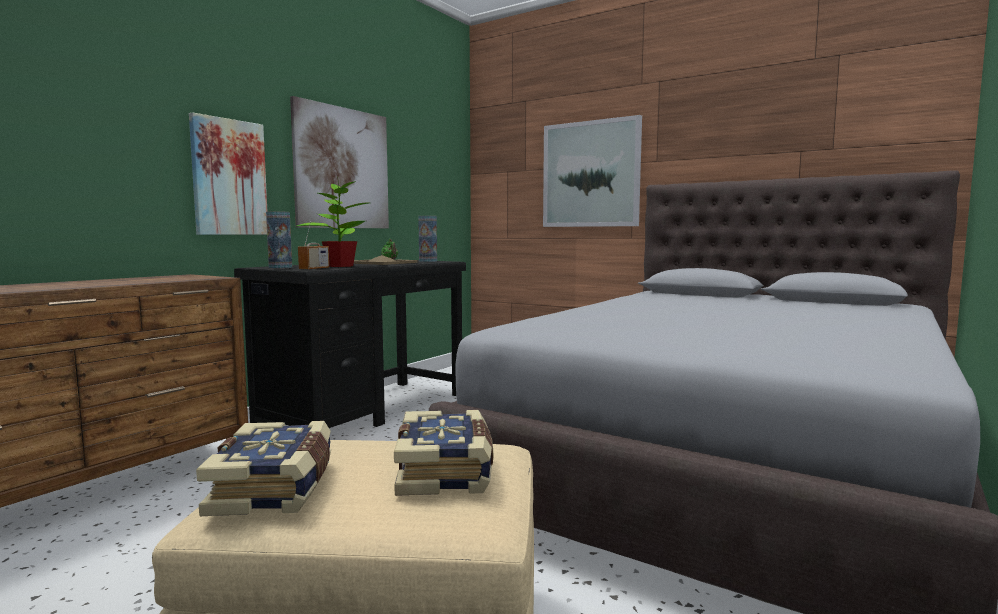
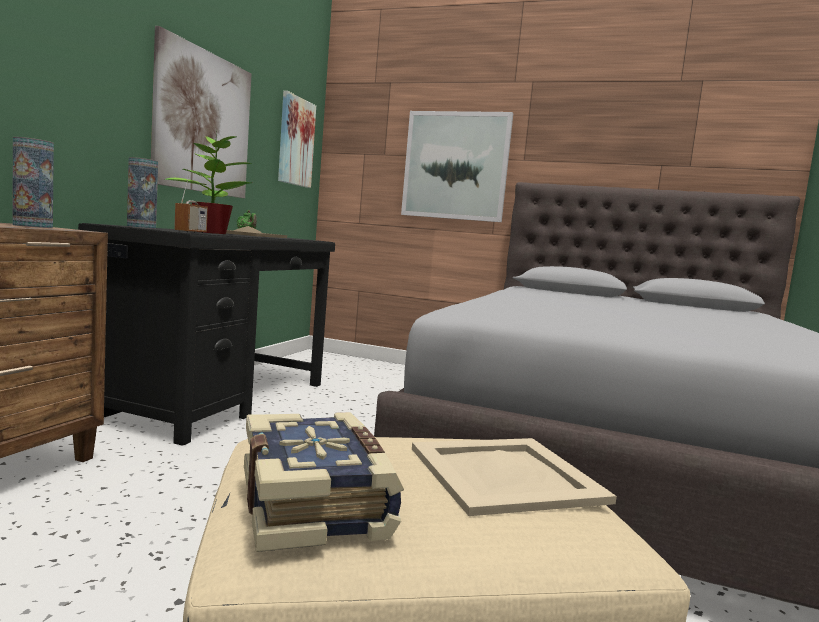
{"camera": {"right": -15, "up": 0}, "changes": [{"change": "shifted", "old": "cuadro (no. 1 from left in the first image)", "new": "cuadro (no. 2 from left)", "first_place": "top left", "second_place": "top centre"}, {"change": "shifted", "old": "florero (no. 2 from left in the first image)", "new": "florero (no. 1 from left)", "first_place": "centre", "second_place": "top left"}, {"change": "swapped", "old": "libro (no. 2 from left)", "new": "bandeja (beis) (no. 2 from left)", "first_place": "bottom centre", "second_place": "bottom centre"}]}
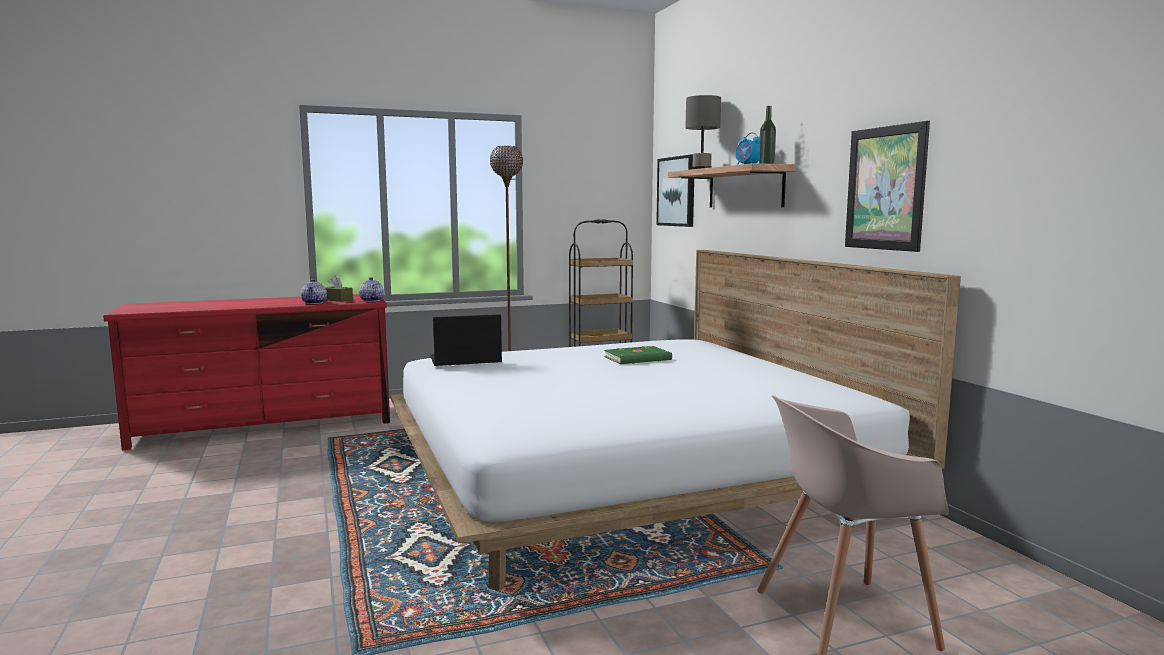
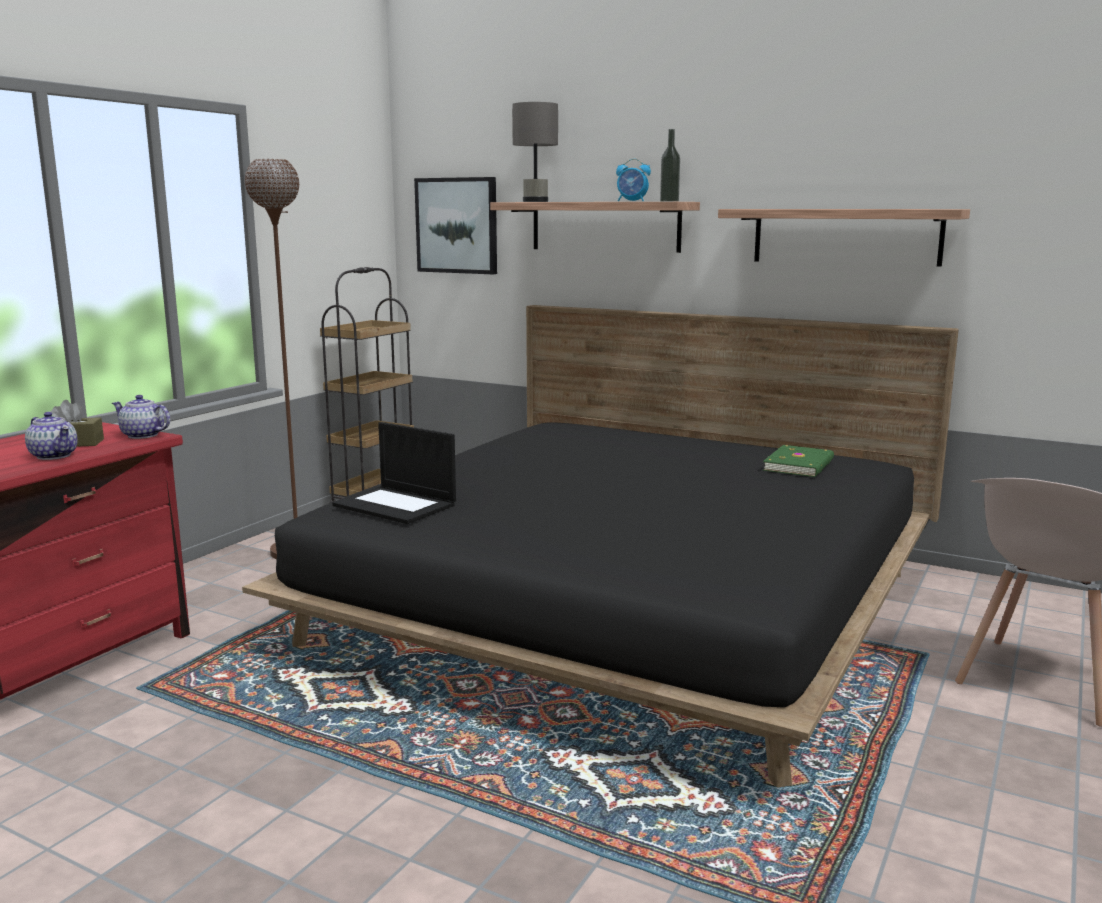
{"camera": {"right": -40, "up": 5}, "changes": [{"change": "shifted", "old": "libro (verde)", "first_place": "centre", "second_place": "middle right"}, {"change": "swapped", "old": "cuadro (no. 2 from left)", "new": "estante (no. 2 from left)", "first_place": "top right", "second_place": "top right"}, {"change": "repainted", "old": "cama (blanco)", "new": "cama (negro)", "first_place": "centre", "second_place": "centre"}, {"change": "rotated", "old": "portátil", "first_place": "centre", "second_place": "centre", "degrees": -90}]}
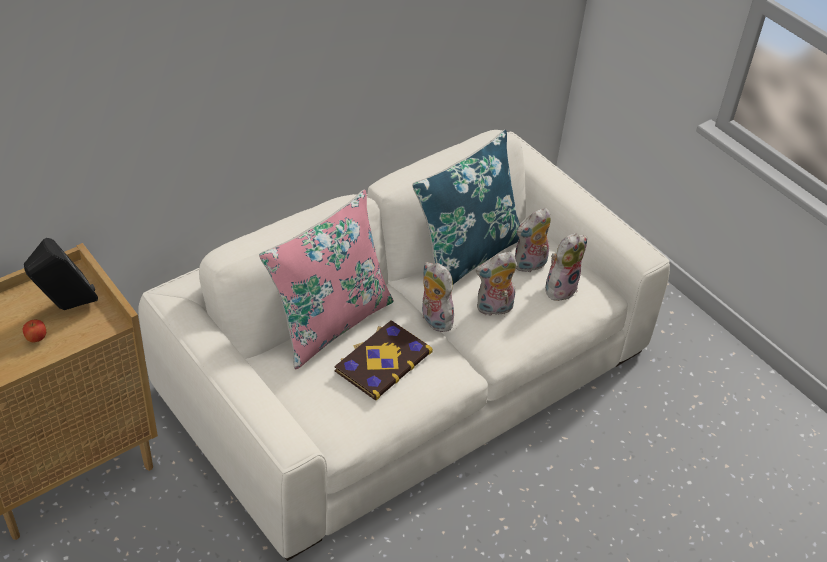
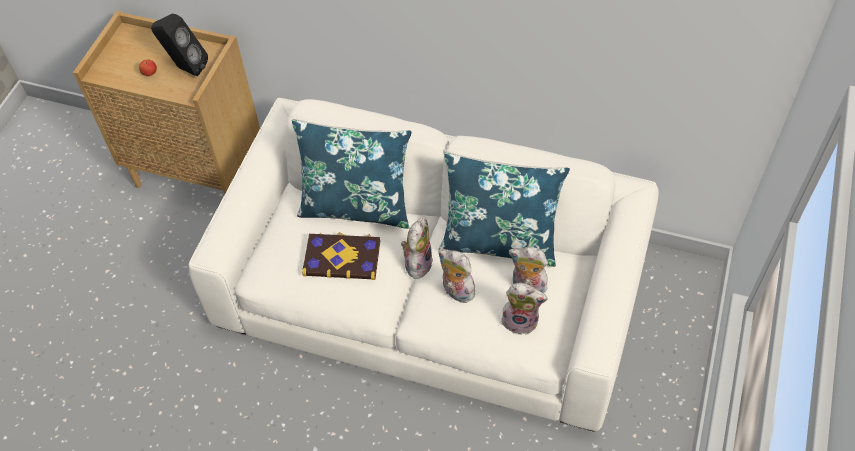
{"camera": {"right": 60, "up": 10}, "changes": [{"change": "repainted", "old": "cojín (rosa)", "new": "cojín (azul) (no. 1 from left)", "first_place": "centre", "second_place": "centre"}]}
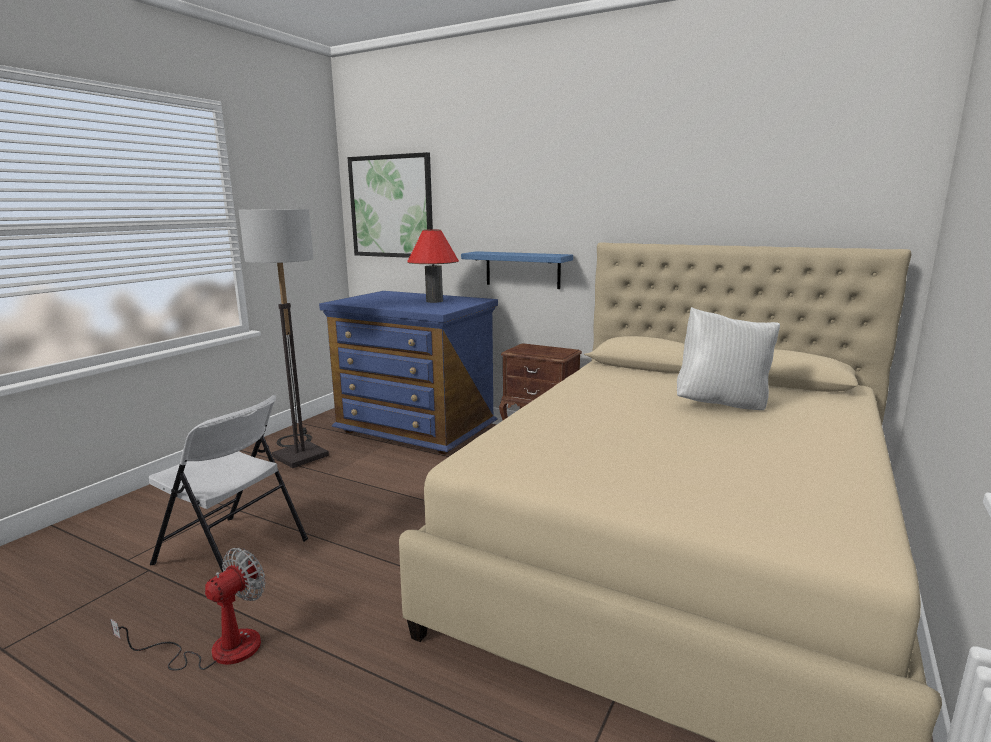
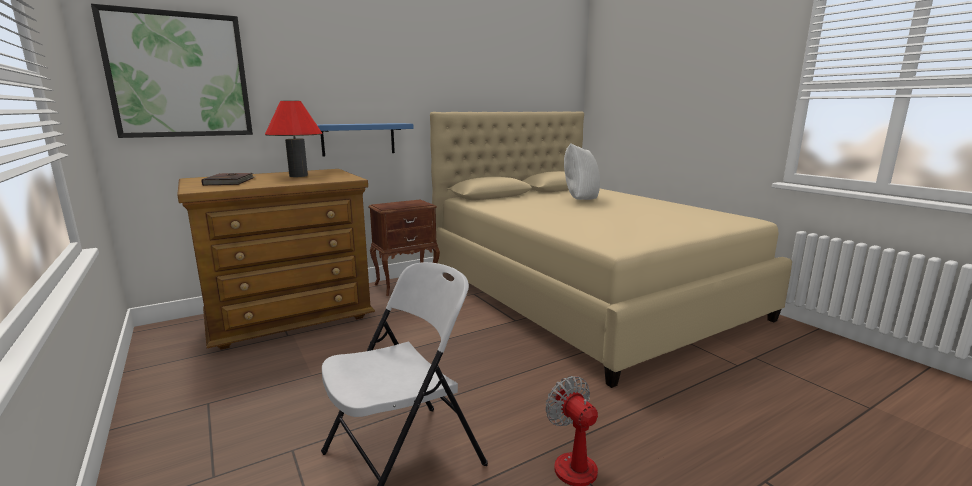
{"camera": {"right": -60, "up": 0}, "changes": [{"change": "gone", "old": "lámpara de pie", "first_place": "middle left"}, {"change": "new", "new": "libro (marrón)", "second_place": "middle left"}, {"change": "repainted", "old": "cómoda (azul)", "new": "cómoda (marrón)", "first_place": "centre", "second_place": "middle left"}]}
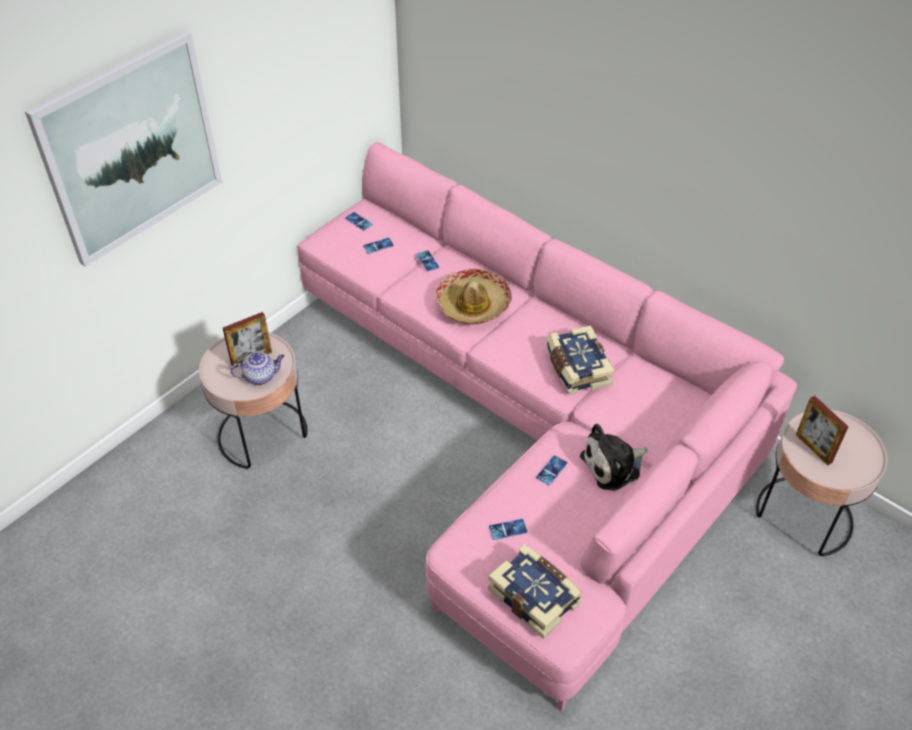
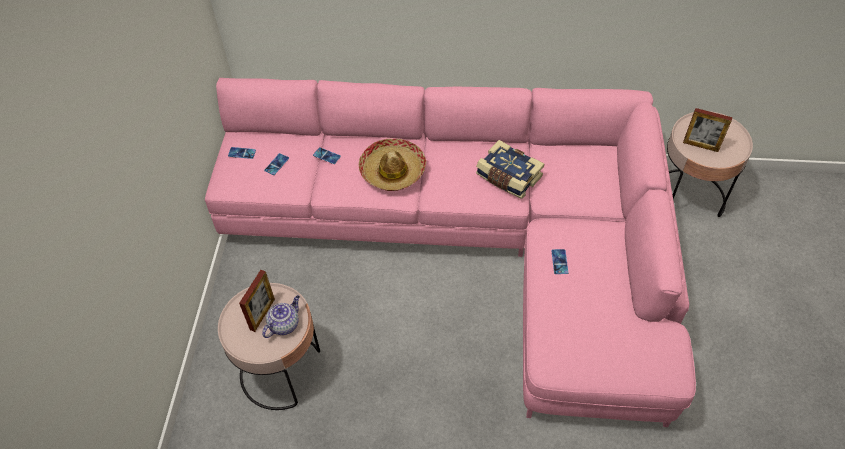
{"camera": {"right": -35, "up": 5}, "changes": [{"change": "gone", "old": "cuadro", "first_place": "top left"}, {"change": "gone", "old": "libro (no. 1 from left)", "first_place": "bottom centre"}, {"change": "gone", "old": "móvil (no. 4 from left)", "first_place": "bottom centre"}, {"change": "gone", "old": "peluche", "first_place": "middle right"}]}
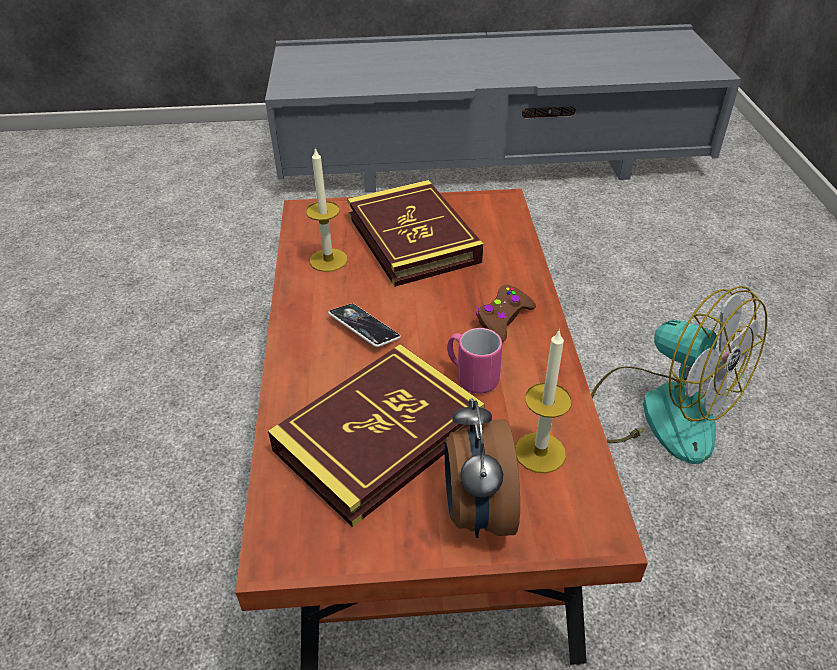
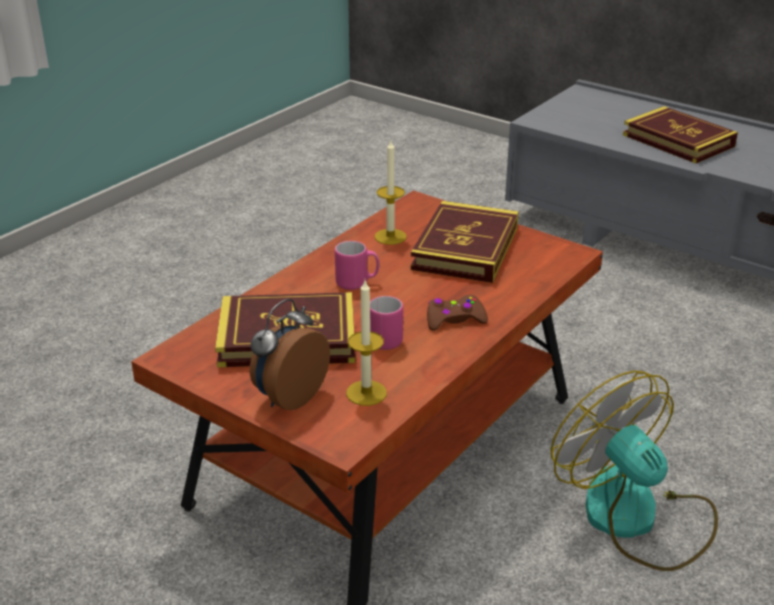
{"camera": {"right": 40, "up": -10}, "changes": [{"change": "new", "new": "libro (no. 3 from left)", "second_place": "top right"}, {"change": "swapped", "old": "móvil", "new": "taza grande (rosa) (no. 1 from left)", "first_place": "centre", "second_place": "centre"}, {"change": "rotated", "old": "ventilador", "first_place": "middle right", "second_place": "bottom right", "degrees": 150}]}
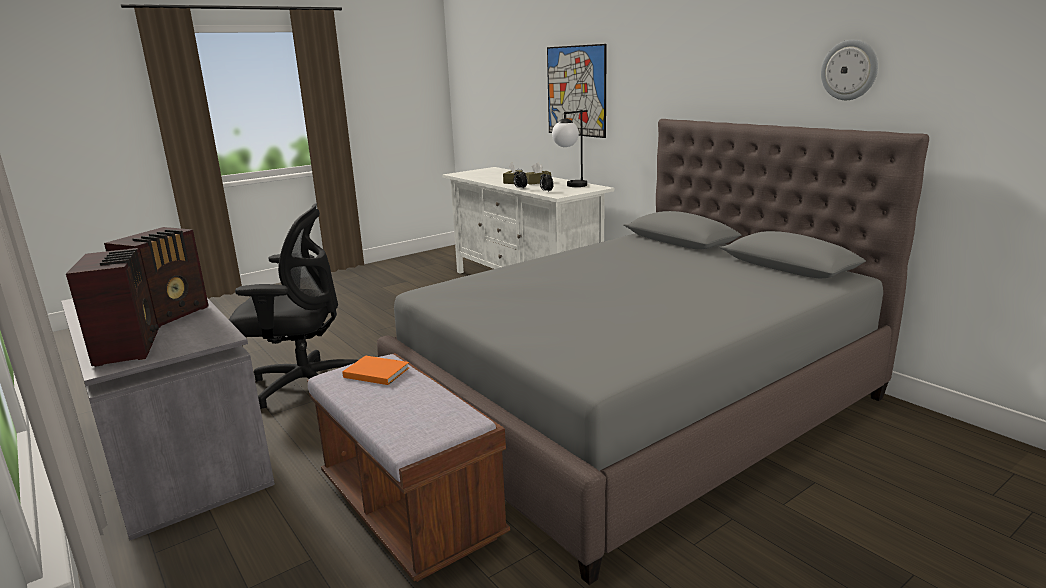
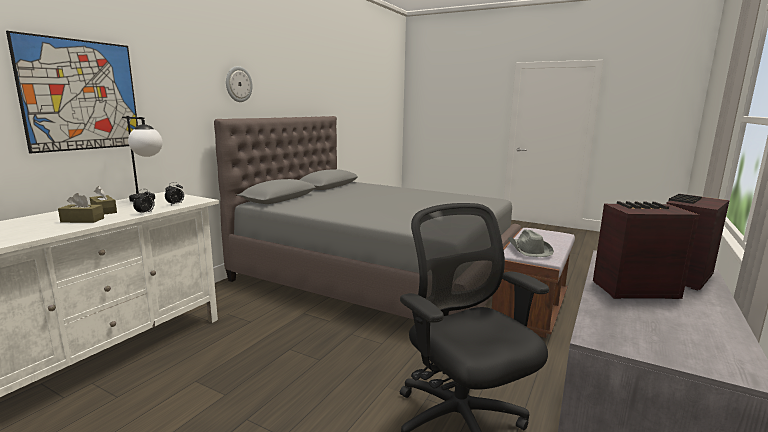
{"camera": {"right": -115, "up": -5}, "changes": [{"change": "shifted", "old": "reloj de pared", "first_place": "top right", "second_place": "top left"}, {"change": "swapped", "old": "libro (naranja)", "new": "sombrero (gris)", "first_place": "centre", "second_place": "middle right"}]}
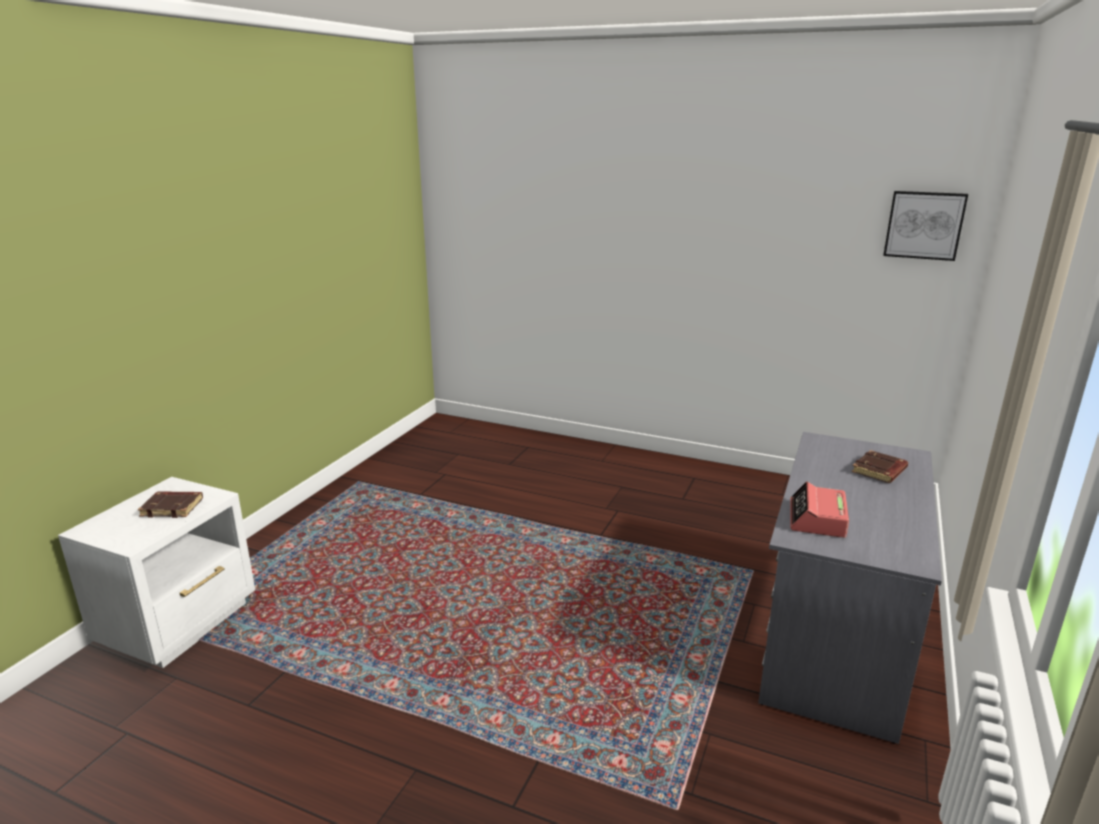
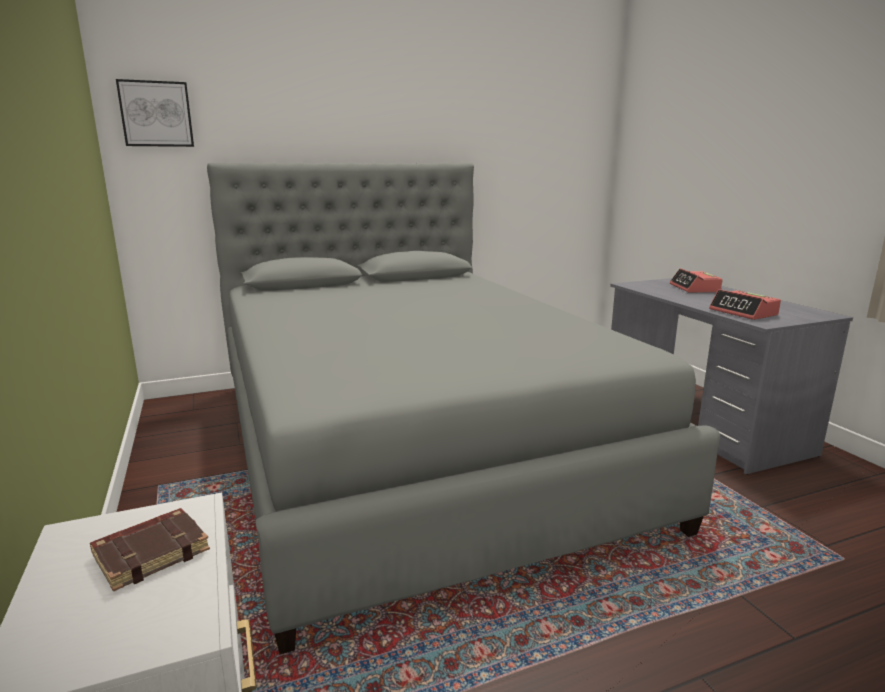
{"camera": {"right": -45, "up": -5}, "changes": [{"change": "new", "new": "cama (gris)", "second_place": "centre"}, {"change": "shifted", "old": "cuadro", "first_place": "top right", "second_place": "top left"}, {"change": "swapped", "old": "libro (marrón) (no. 2 from left)", "new": "despertador (no. 1 from left)", "first_place": "middle right", "second_place": "middle right"}]}
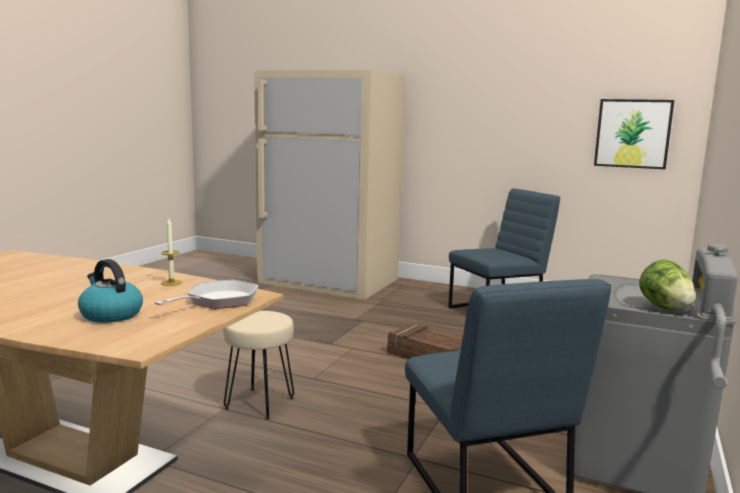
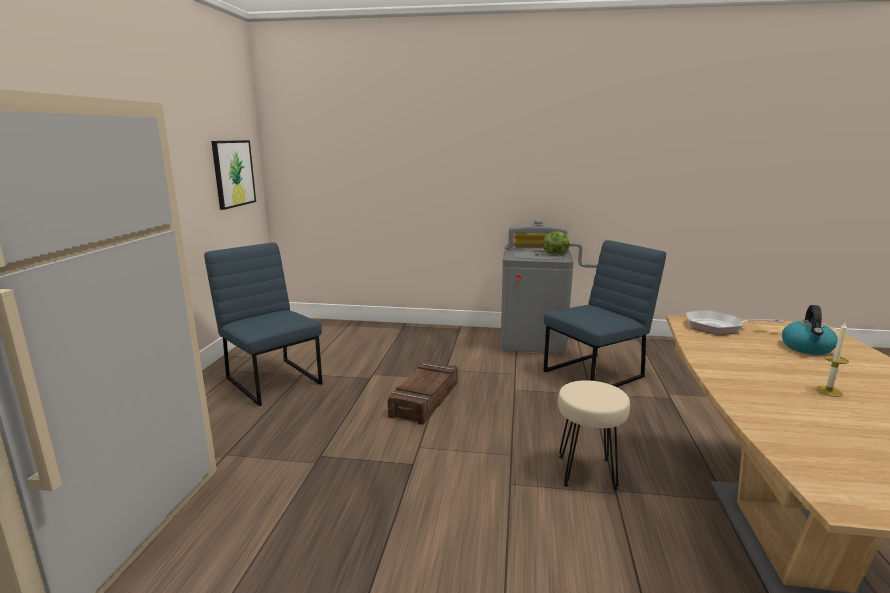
{"camera": {"right": -105, "up": 5}, "changes": [{"change": "shifted", "old": "vela", "first_place": "middle left", "second_place": "middle right"}]}
